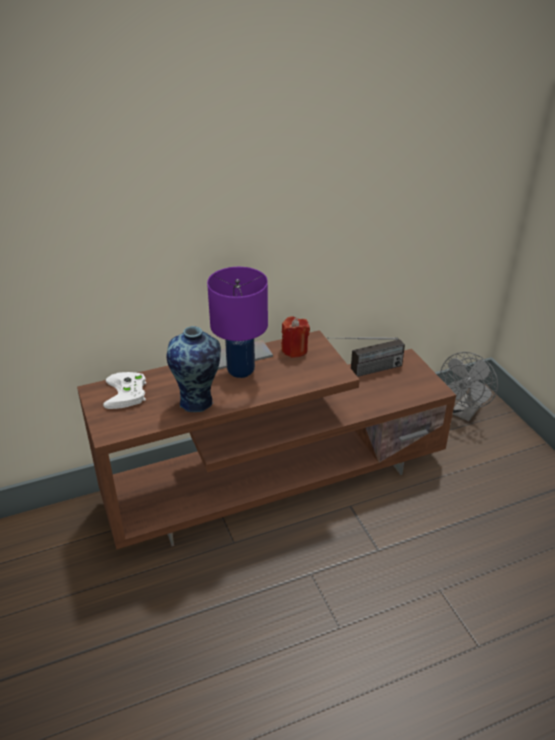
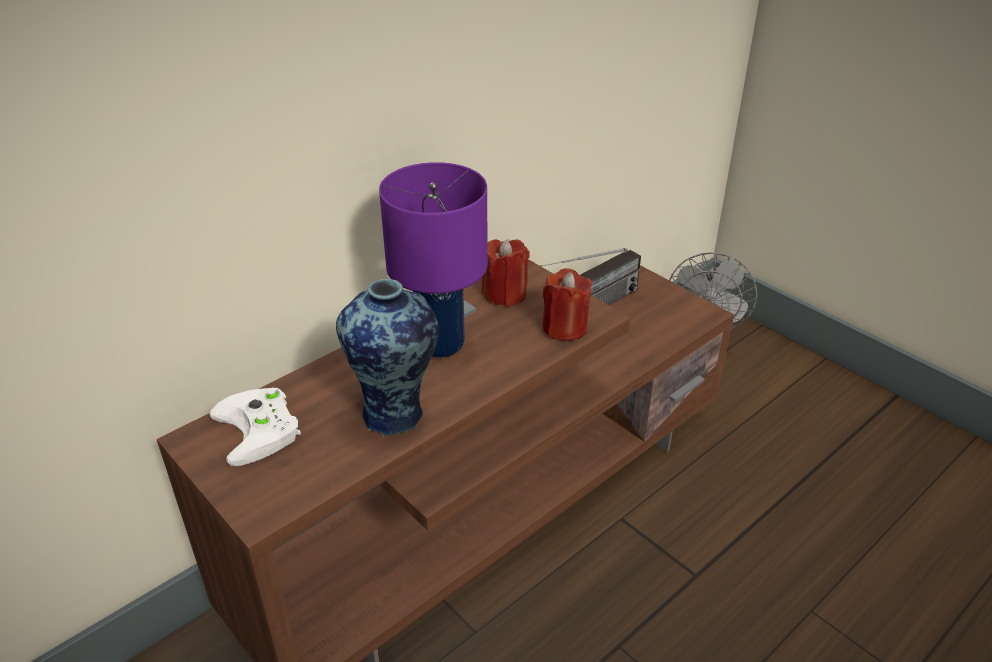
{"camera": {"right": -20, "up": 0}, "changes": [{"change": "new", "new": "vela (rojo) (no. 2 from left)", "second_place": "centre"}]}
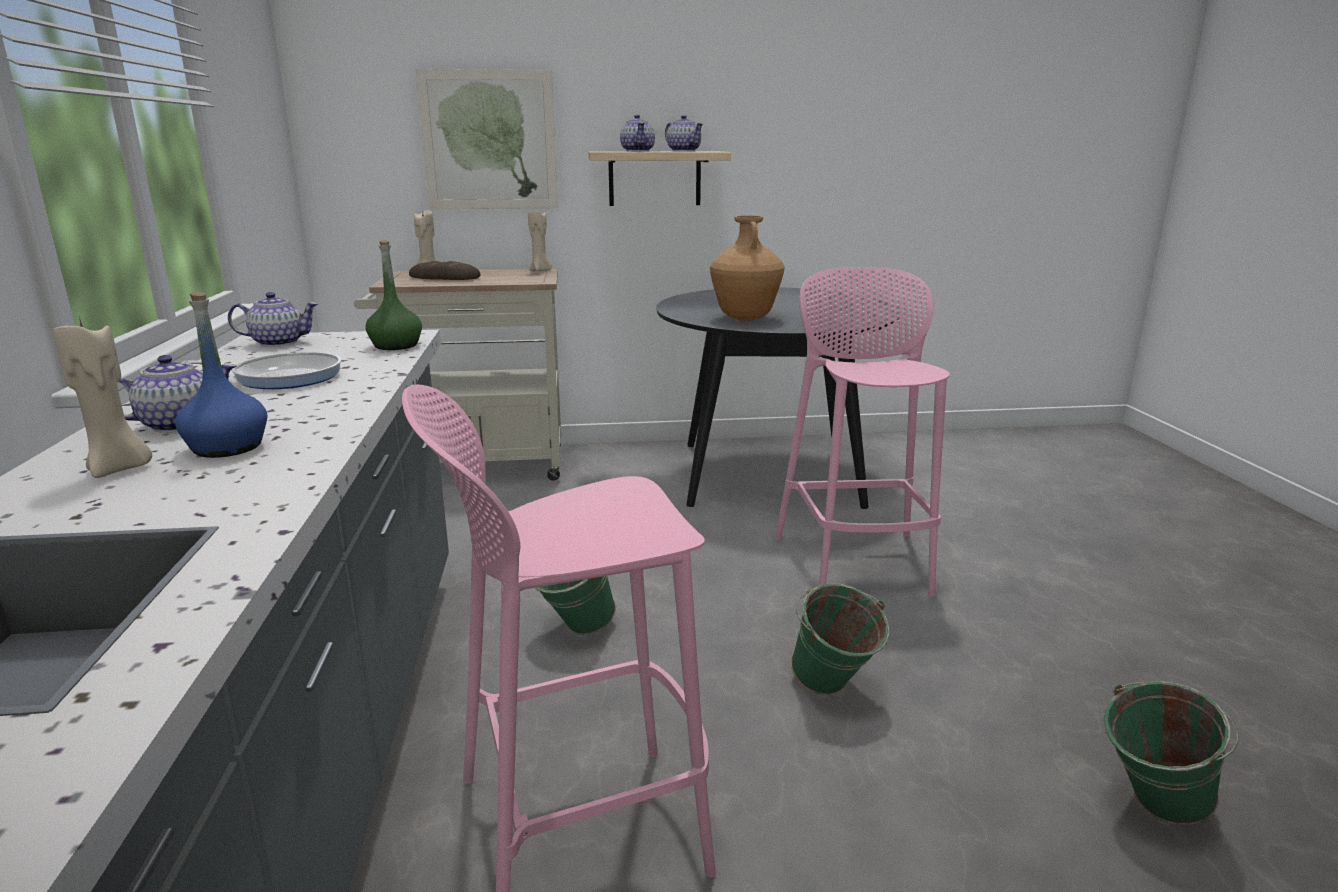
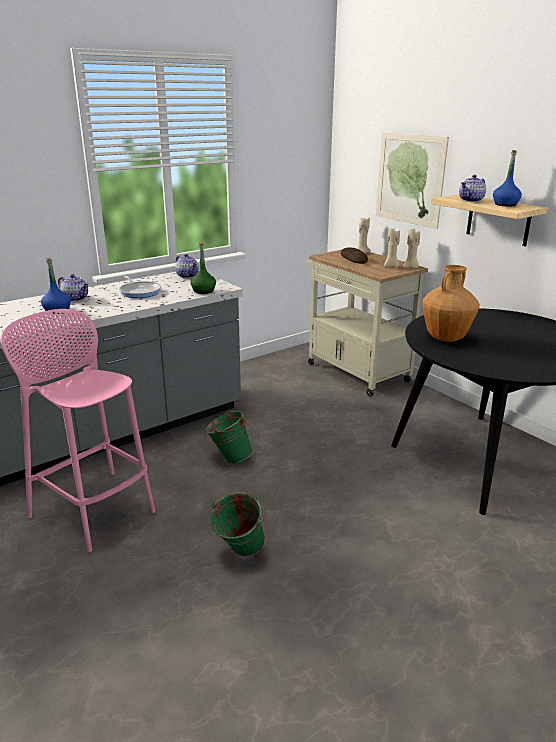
{"camera": {"right": 60, "up": 5}, "changes": [{"change": "gone", "old": "taburete (rosa) (no. 2 from left)", "first_place": "centre"}, {"change": "gone", "old": "cubo (verde) (no. 3 from left)", "first_place": "bottom right"}, {"change": "shifted", "old": "vela (beis) (no. 1 from left in the first image)", "new": "vela (beis) (no. 2 from left)", "first_place": "middle left", "second_place": "top right"}, {"change": "swapped", "old": "tetera (no. 4 from left)", "new": "botella (azul) (no. 2 from left)", "first_place": "top centre", "second_place": "top right"}]}
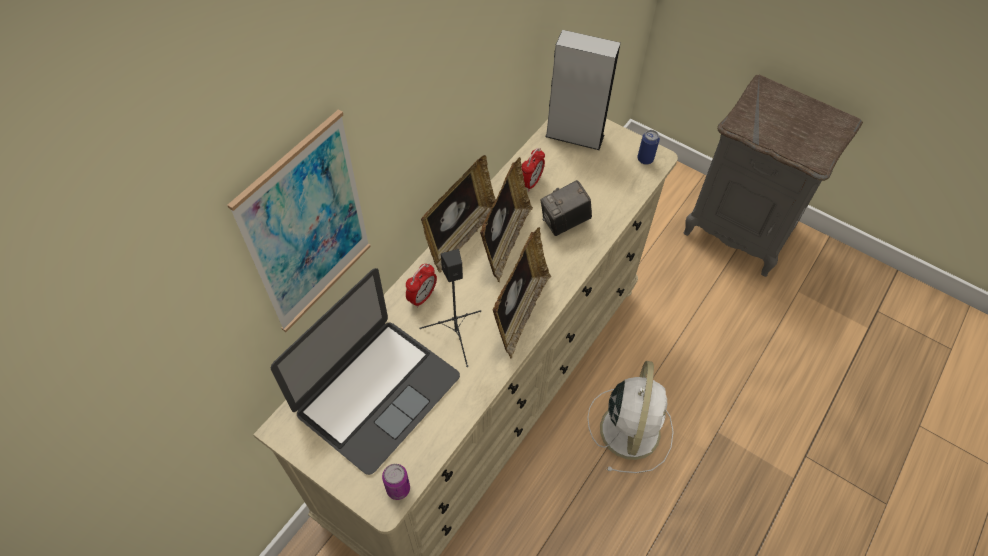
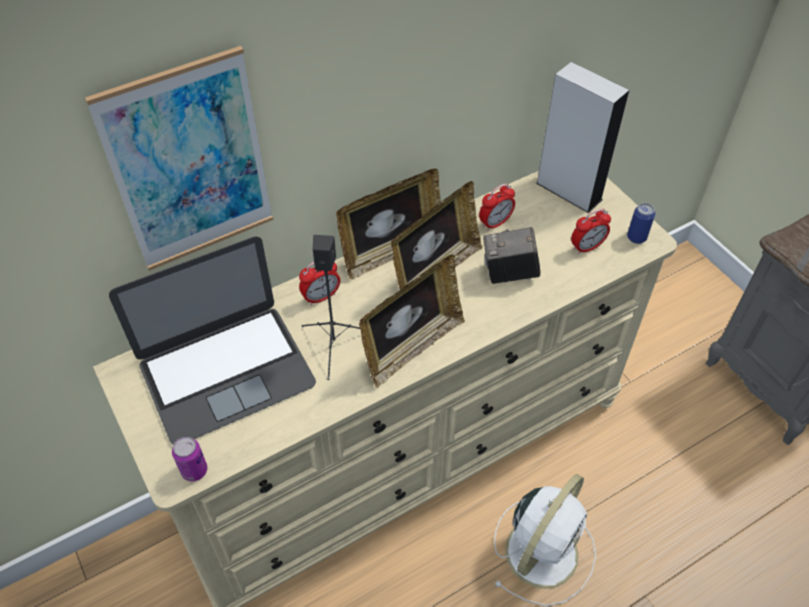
{"camera": {"right": 25, "up": -5}, "changes": [{"change": "new", "new": "despertador (no. 3 from left)", "second_place": "middle right"}]}
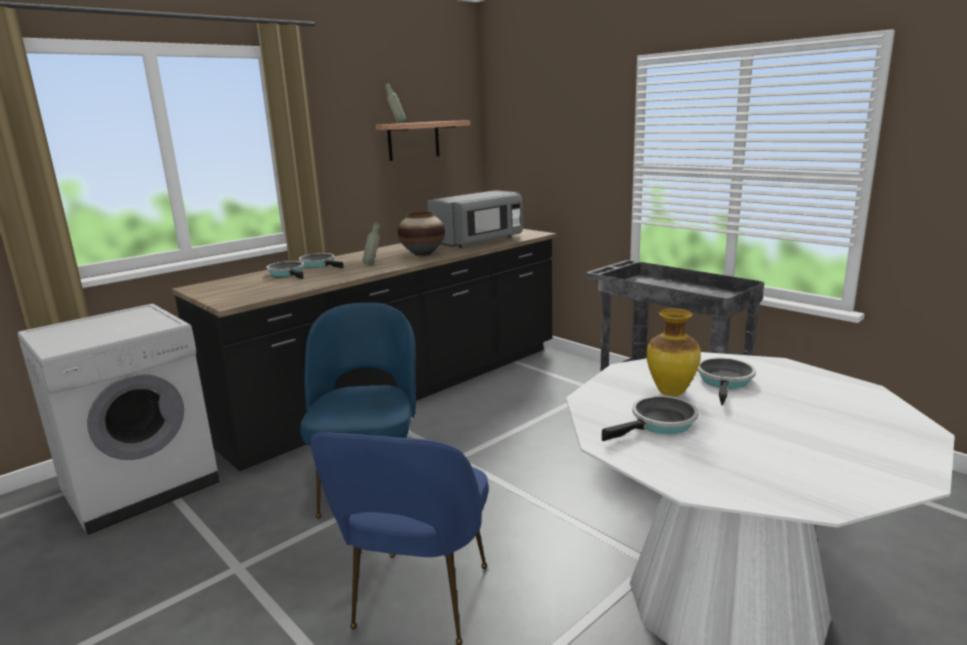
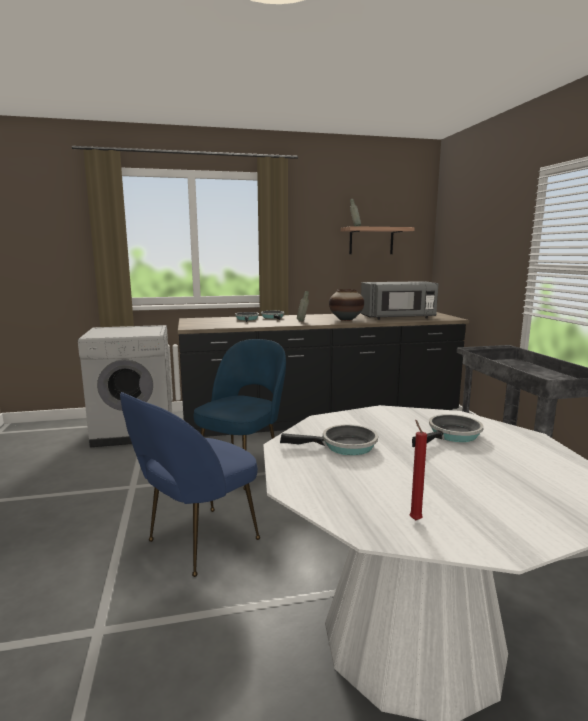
{"camera": {"right": 30, "up": -5}, "changes": [{"change": "gone", "old": "florero (no. 2 from left)", "first_place": "middle right"}, {"change": "new", "new": "vela (rojo)", "second_place": "middle right"}]}
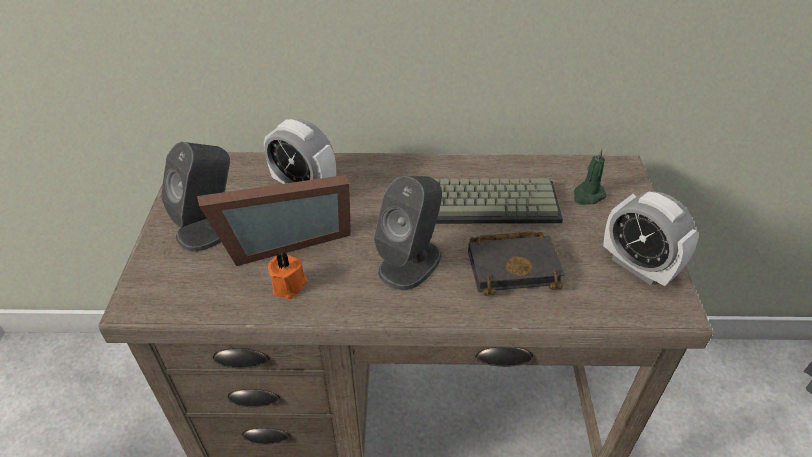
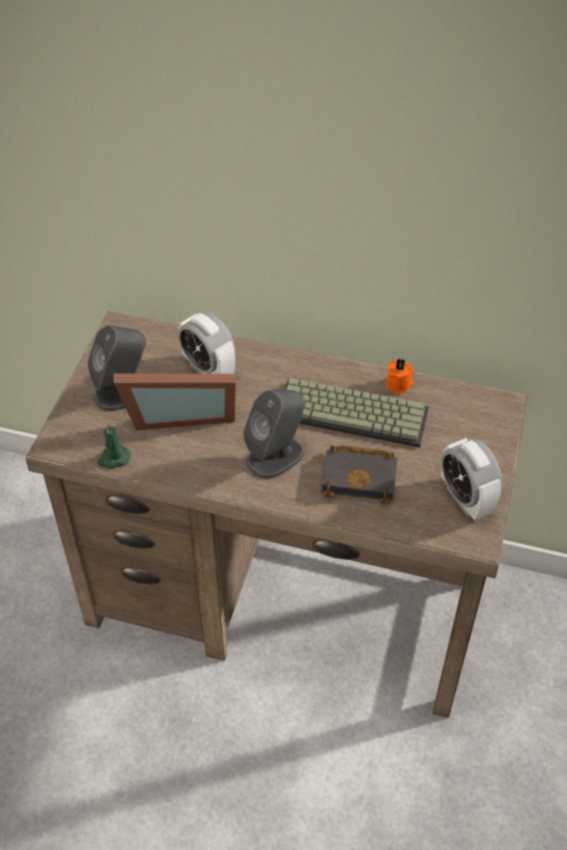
{"camera": {"right": 15, "up": 5}, "changes": [{"change": "shifted", "old": "vela (naranja)", "first_place": "centre", "second_place": "middle right"}, {"change": "shifted", "old": "vela (verde)", "first_place": "middle right", "second_place": "middle left"}]}
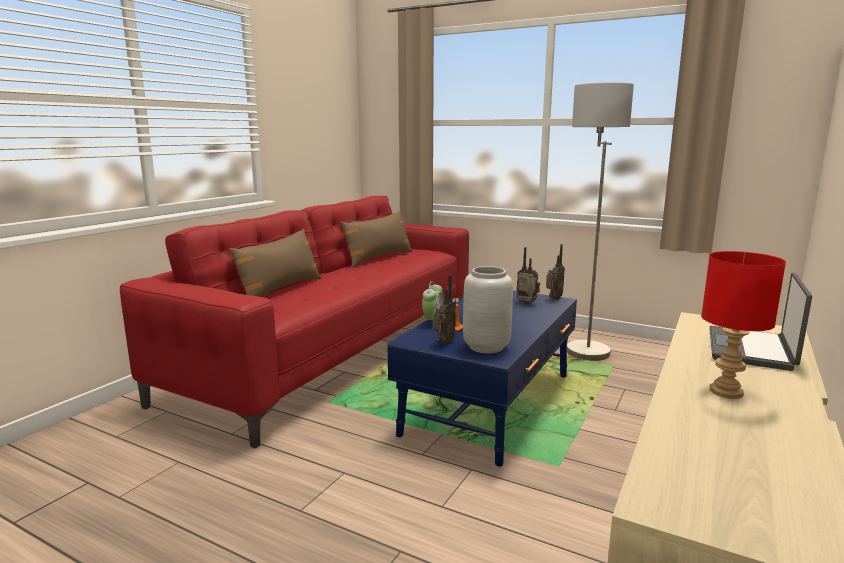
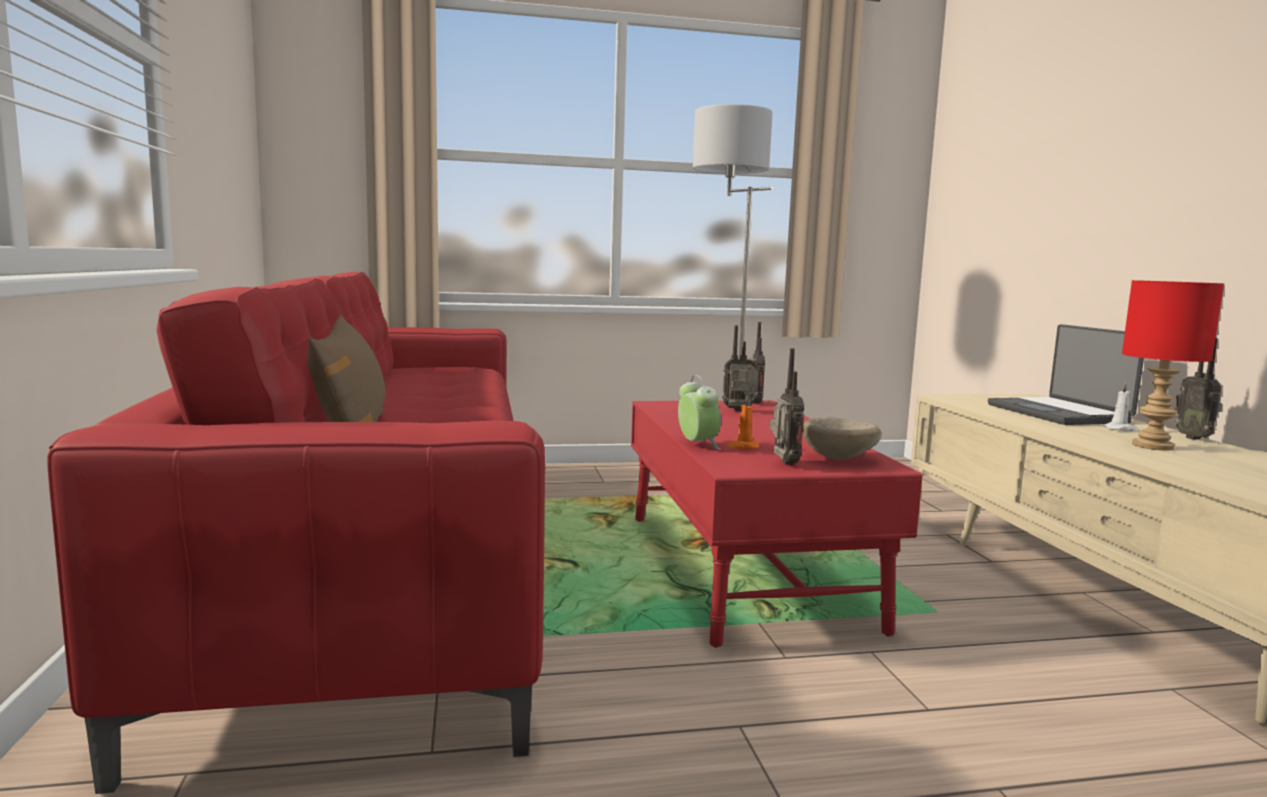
{"camera": {"right": -40, "up": -5}, "changes": [{"change": "gone", "old": "cojín (marrón) (no. 2 from left)", "first_place": "centre"}, {"change": "new", "new": "vela (blanco)", "second_place": "middle right"}, {"change": "new", "new": "radio (no. 4 from left)", "second_place": "middle right"}, {"change": "swapped", "old": "florero (gris)", "new": "cuenco (beis)", "first_place": "centre", "second_place": "centre"}, {"change": "repainted", "old": "mesa de centro (azul)", "new": "mesa de centro (rojo)", "first_place": "bottom centre", "second_place": "centre"}]}
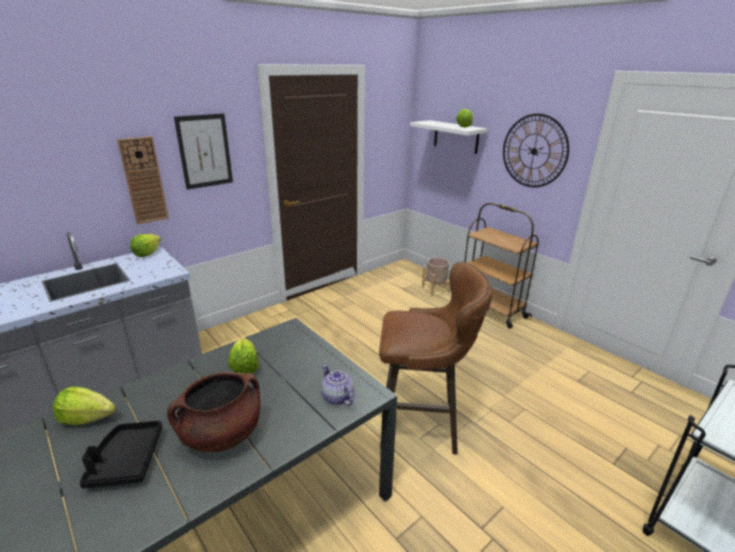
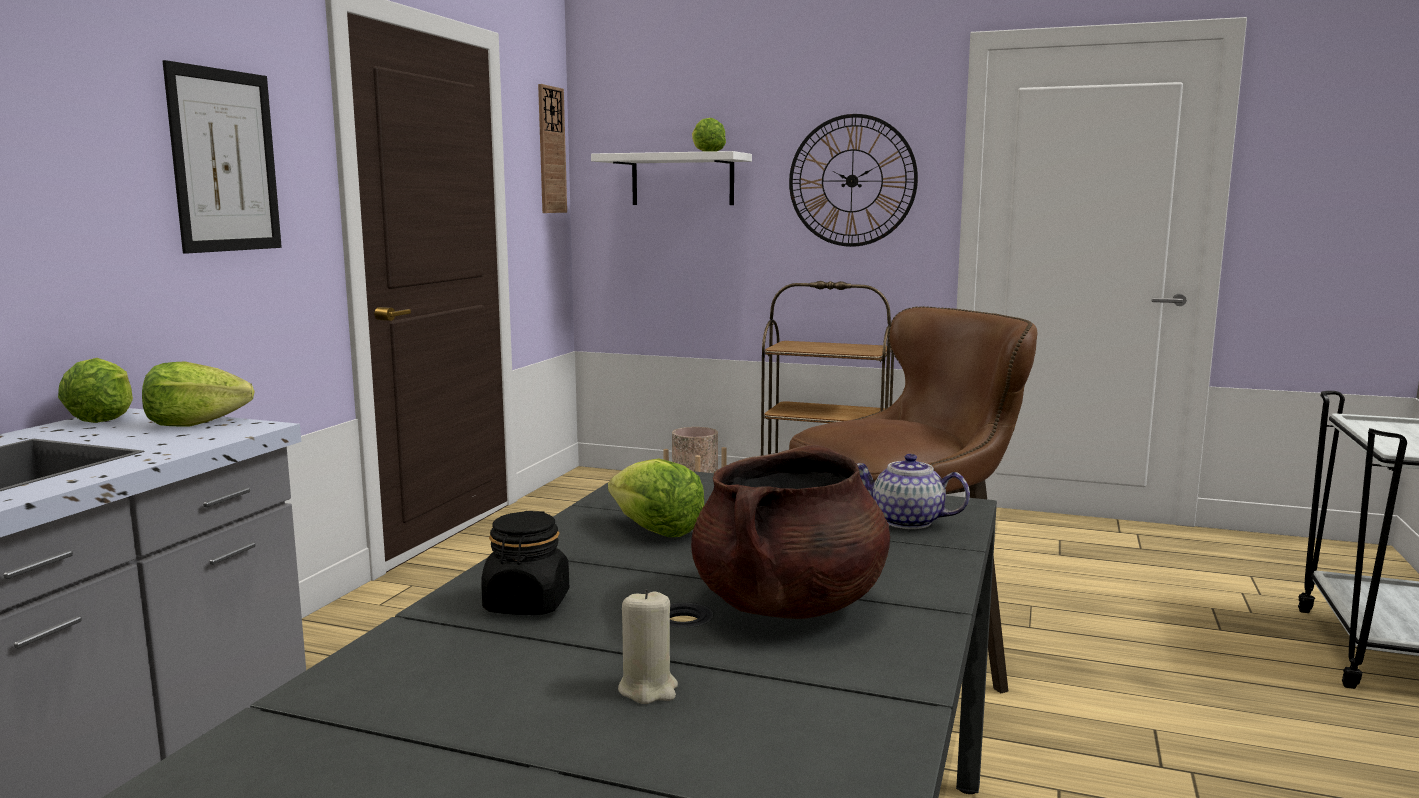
{"camera": {"right": -30, "up": -15}, "changes": [{"change": "new", "new": "tarro (negro)", "second_place": "bottom centre"}, {"change": "shifted", "old": "lechuga (no. 1 from left in the first image)", "new": "lechuga (no. 2 from left)", "first_place": "bottom left", "second_place": "middle left"}, {"change": "shifted", "old": "reloj de pared (no. 1 from left)", "first_place": "top left", "second_place": "top centre"}, {"change": "swapped", "old": "bandeja (negro)", "new": "vela (beis)", "first_place": "bottom left", "second_place": "bottom centre"}]}
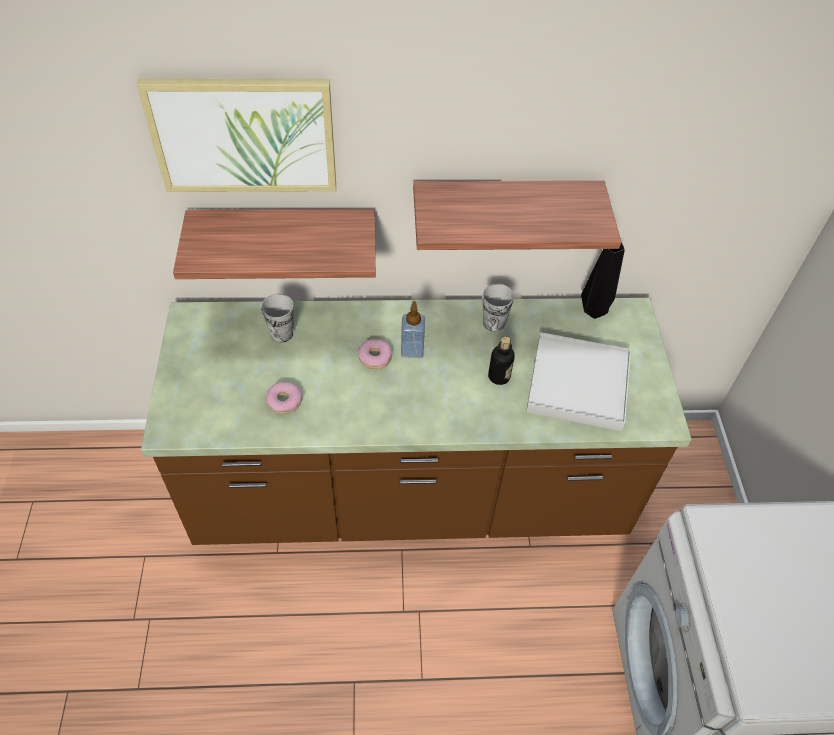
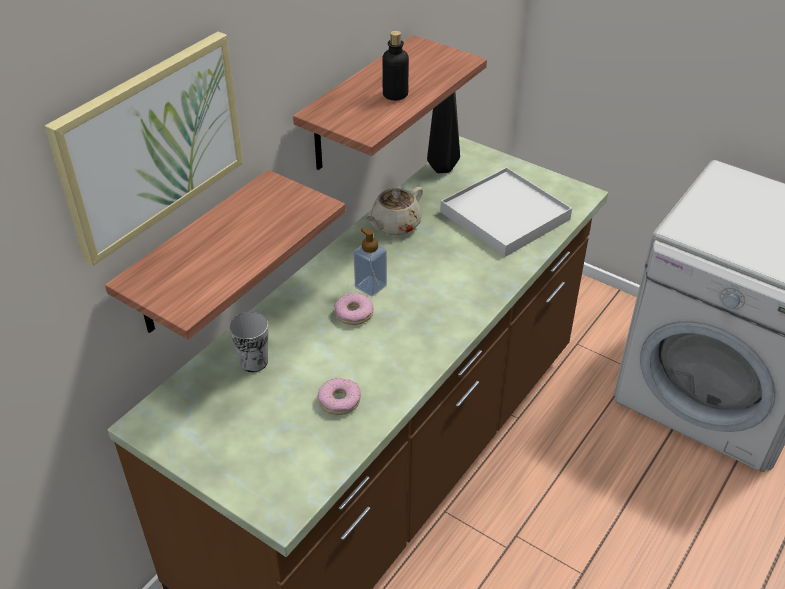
{"camera": {"right": -50, "up": -10}, "changes": [{"change": "shifted", "old": "botella", "first_place": "centre", "second_place": "top centre"}, {"change": "swapped", "old": "taza (no. 2 from left)", "new": "tetera (beis)", "first_place": "centre", "second_place": "centre"}]}
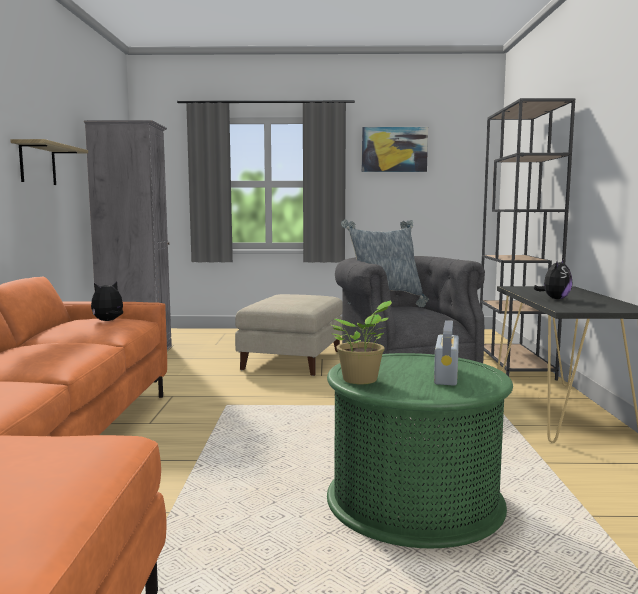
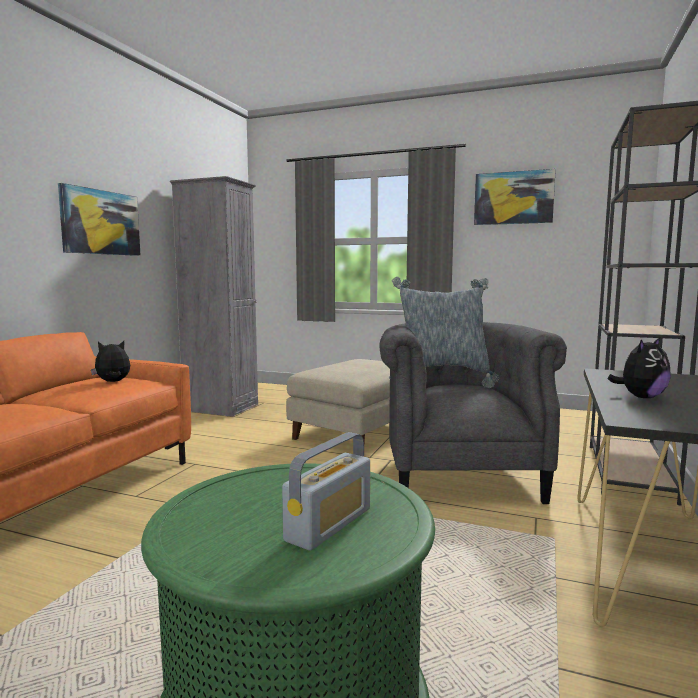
{"camera": {"right": 20, "up": 0}, "changes": [{"change": "gone", "old": "planta en maceta", "first_place": "centre"}, {"change": "swapped", "old": "estante", "new": "cuadro (no. 1 from left)", "first_place": "top left", "second_place": "top left"}]}
